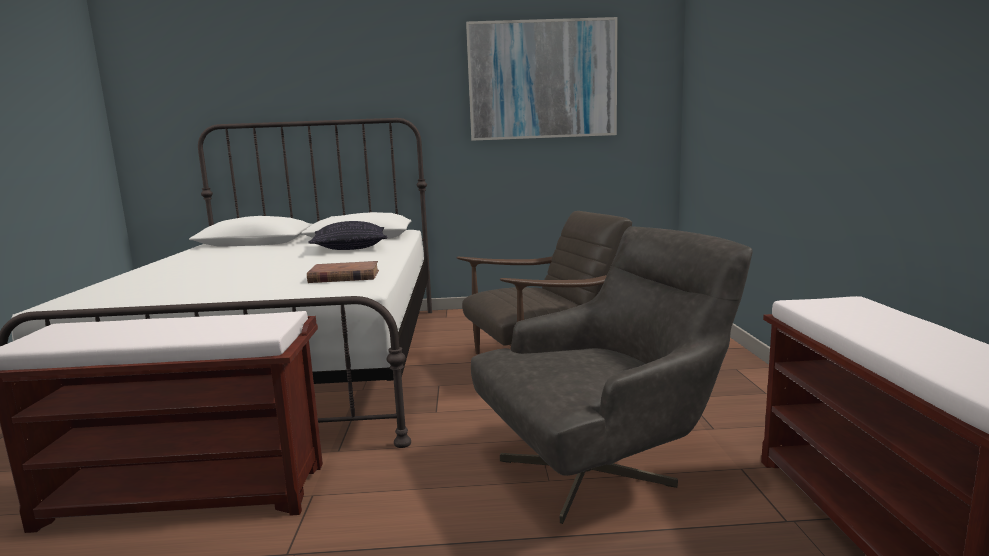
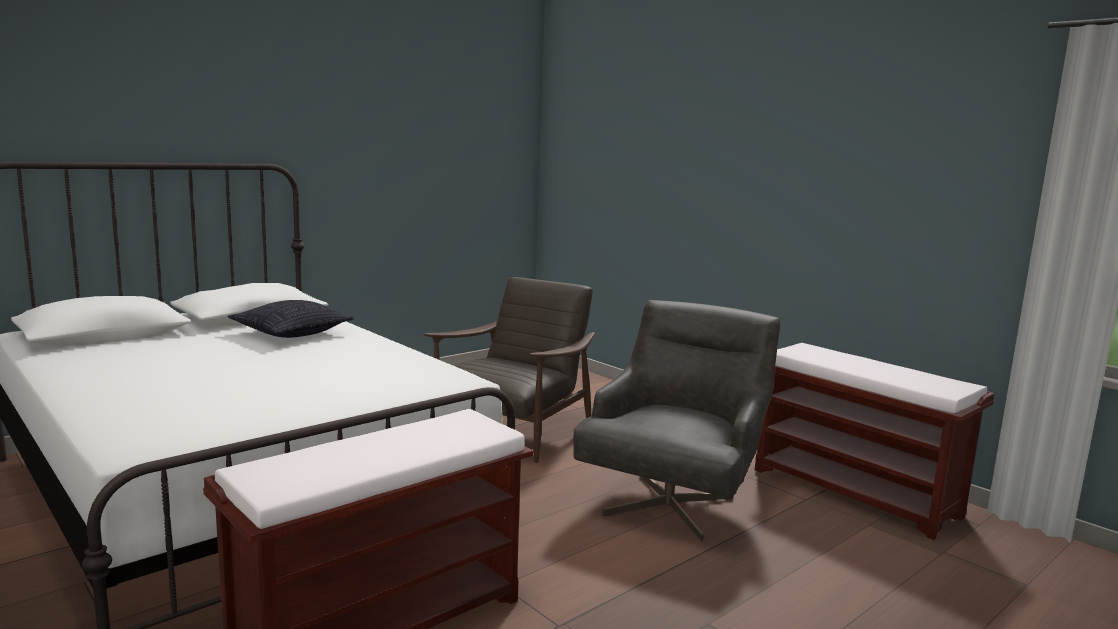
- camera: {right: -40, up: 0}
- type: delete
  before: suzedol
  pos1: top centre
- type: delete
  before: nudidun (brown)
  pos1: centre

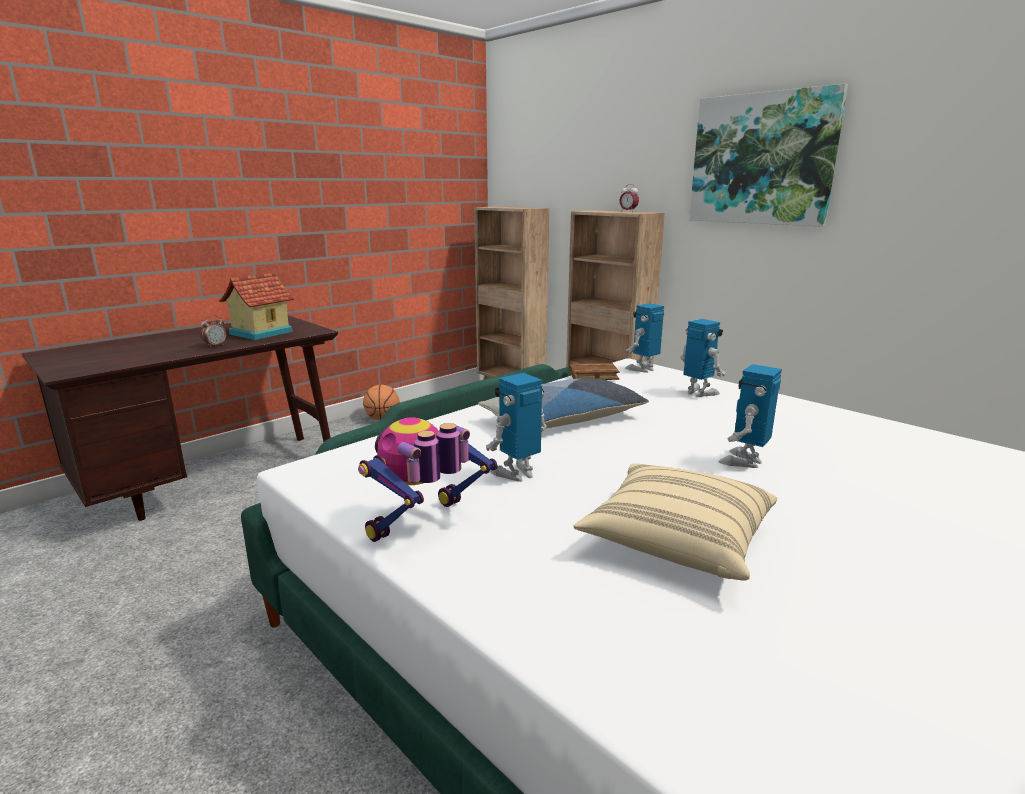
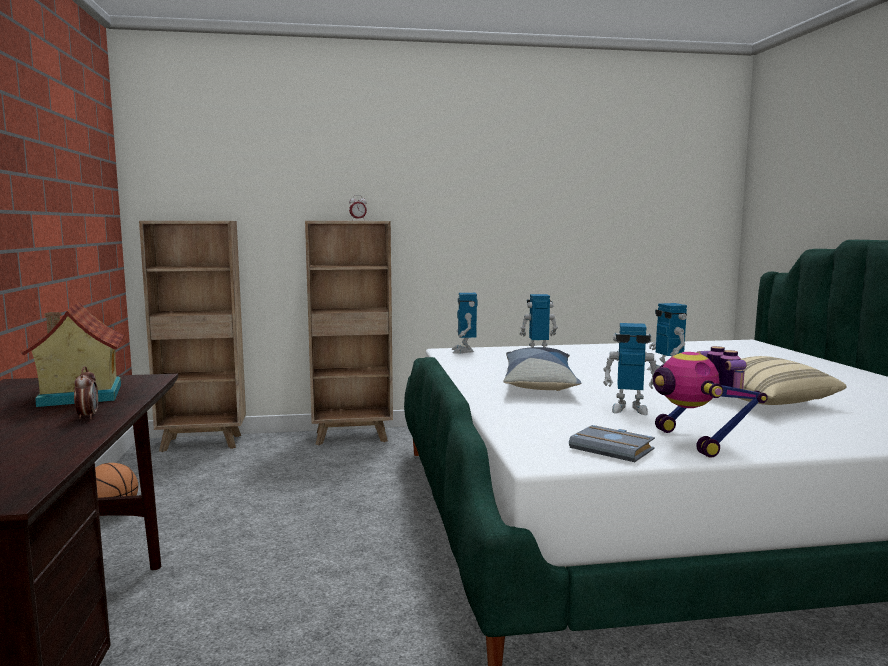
- camera: {right: -55, up: -10}
- type: delete
  before: suzedol
  pos1: top right
- type: delete
  before: nudidun (brown)
  pos1: centre
- type: rotate
  before: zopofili (2nd from left in the first image)
  pos1: centre
  pos2: middle right
  turn: -75
- type: insert
  after: nudidun (grey)
  pos2: middle right

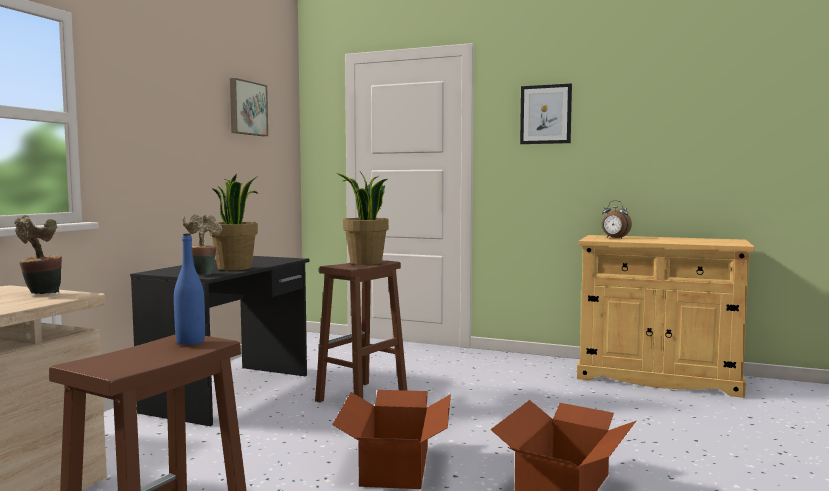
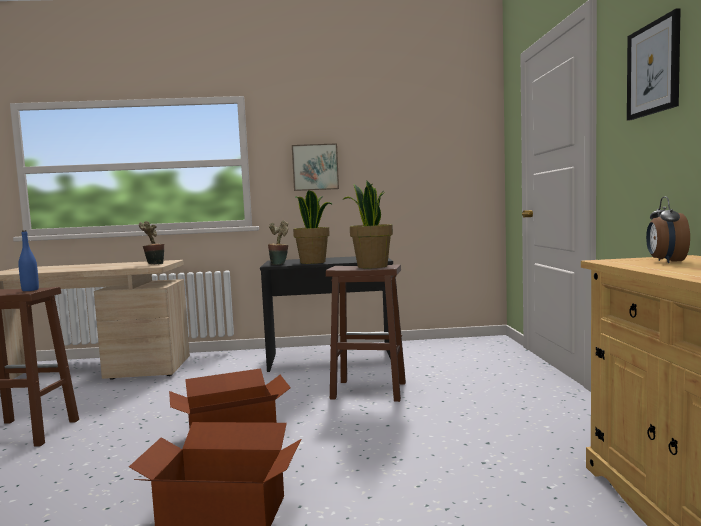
- camera: {right: 65, up: 0}
- type: move
  before: suzedol (1st from left)
  pos1: top left
  pos2: top centre

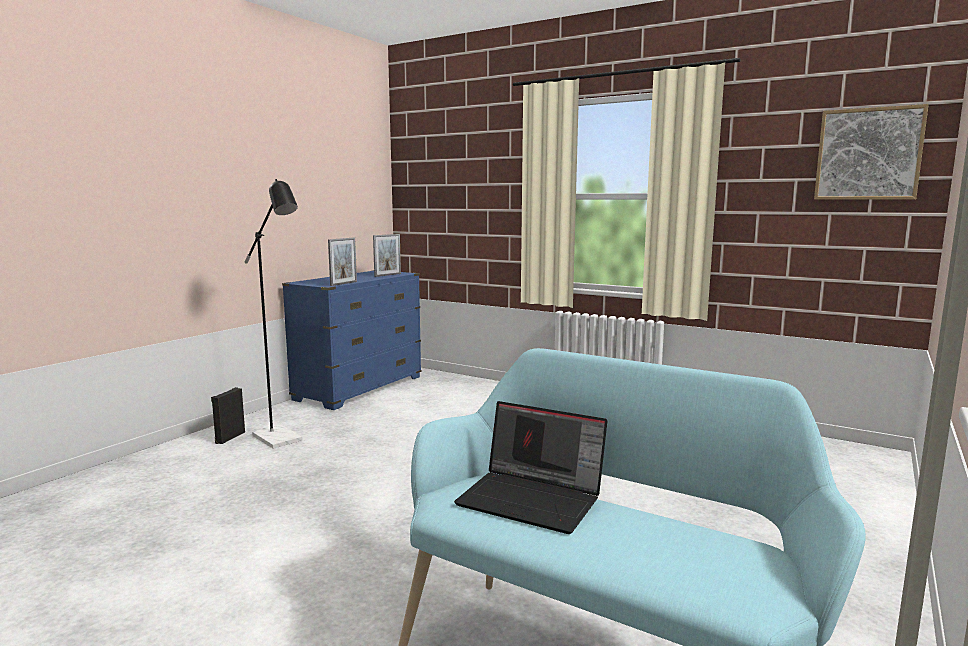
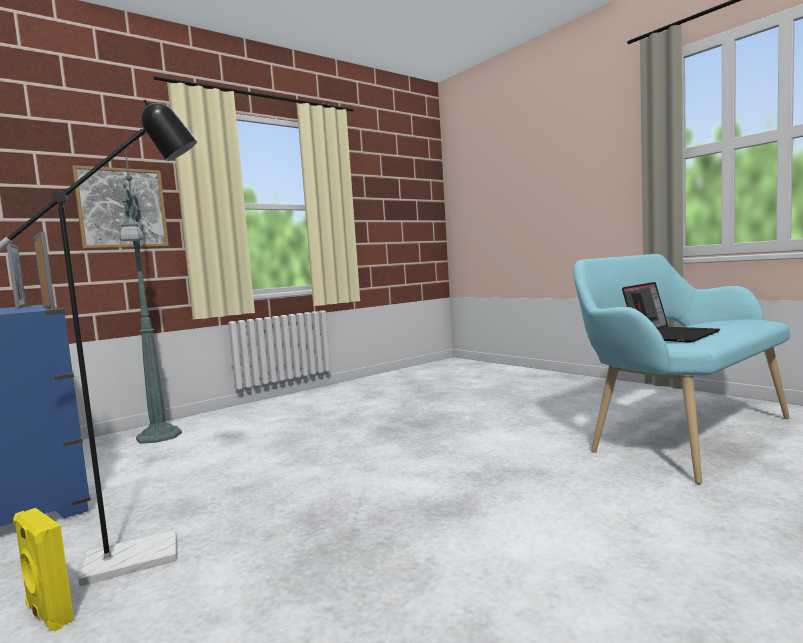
- camera: {right: -70, up: -5}
- type: move
  before: suzedol
  pos1: top right
  pos2: top left
- type: recolor
  before: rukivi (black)
  after: rukivi (yellow)
  pos1: middle left
  pos2: bottom left
- type: insert
  after: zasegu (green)
  pos2: middle left

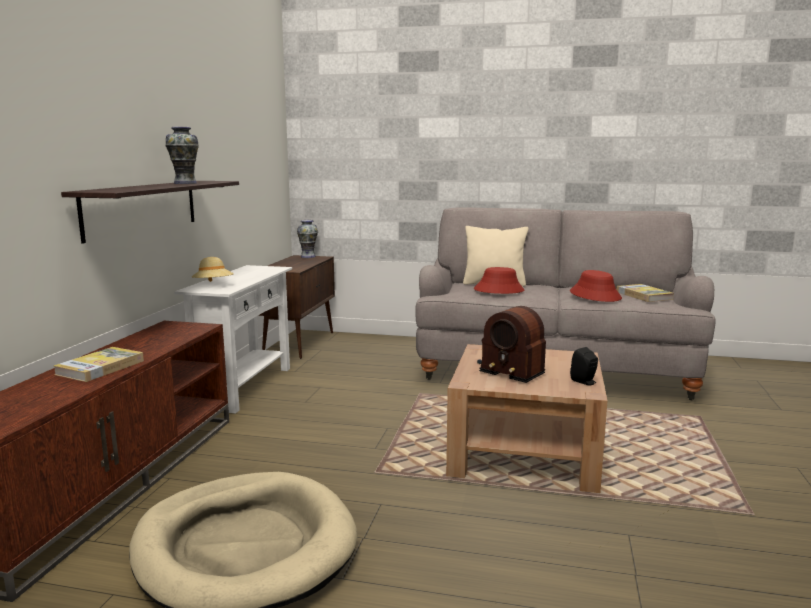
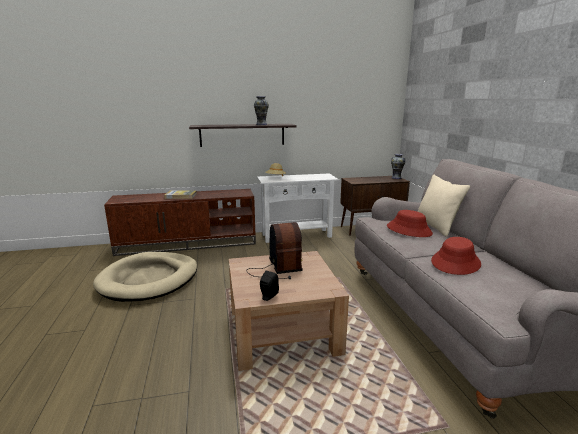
- camera: {right: 65, up: 5}
- type: delete
  before: nudidun (2nd from left)
  pos1: middle right
- type: rotate
  before: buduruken
  pos1: centre
  pos2: centre
  turn: 150

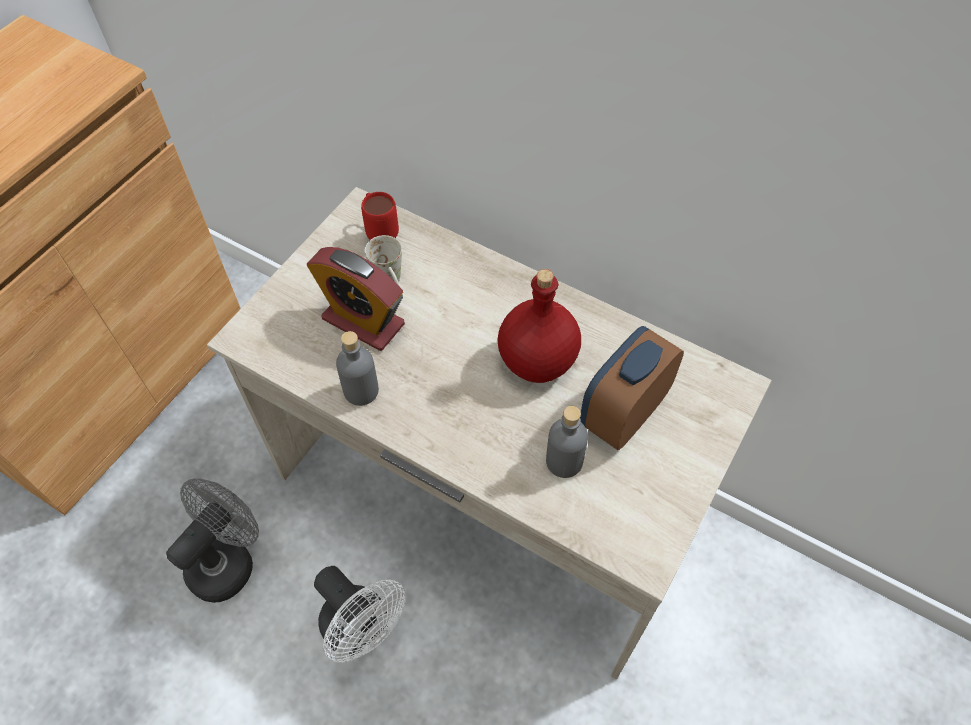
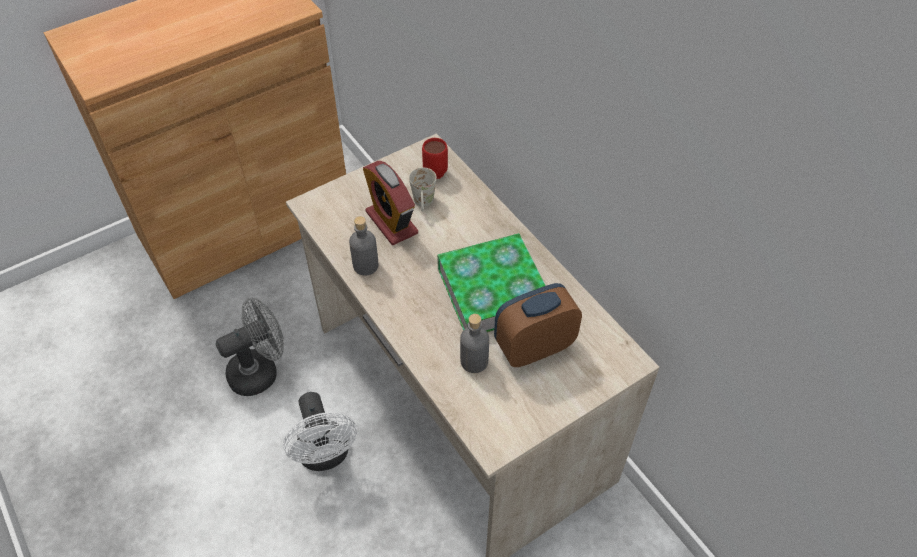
- camera: {right: 25, up: -5}
- type: replace
  before: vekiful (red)
  after: nudidun
  pos1: centre
  pos2: centre

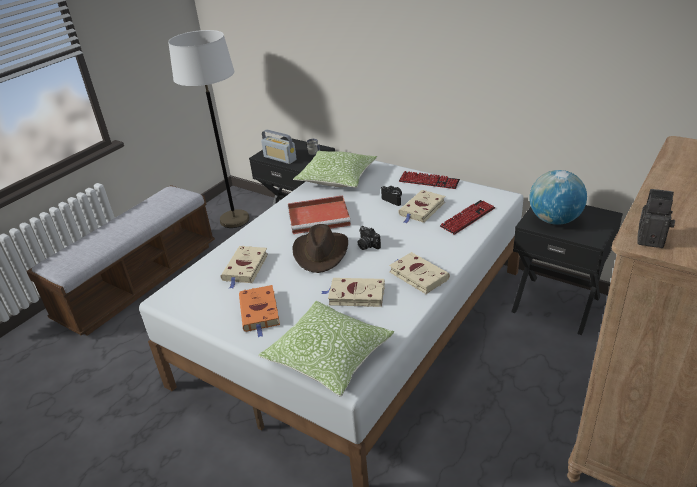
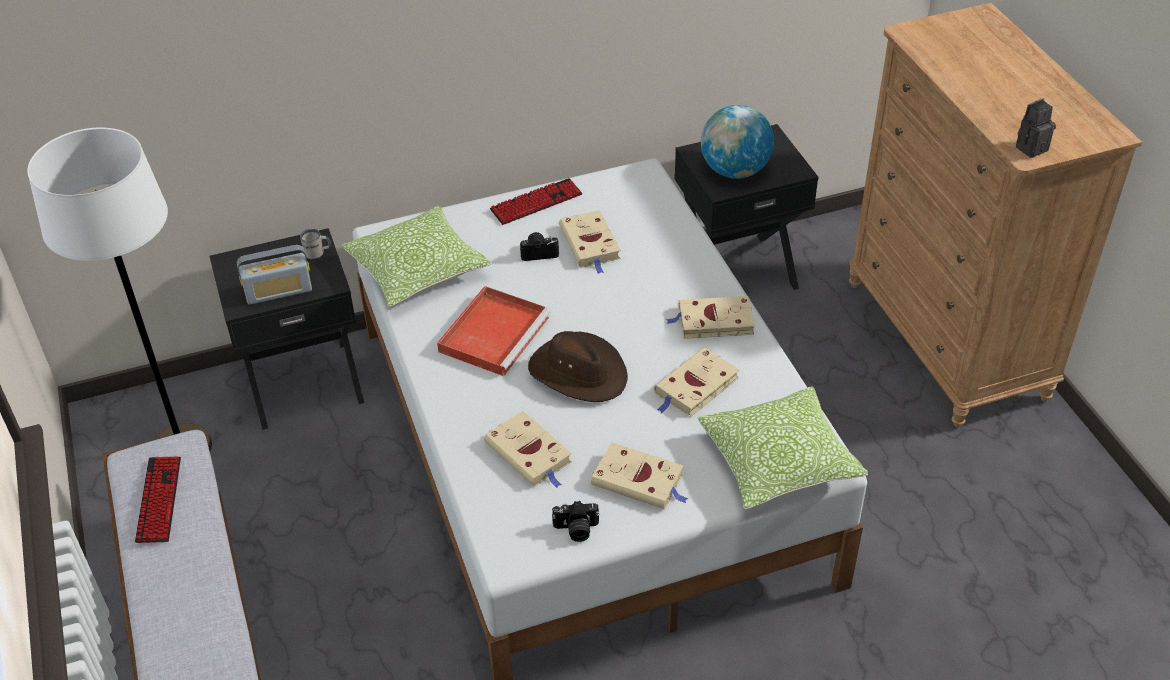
- camera: {right: -55, up: 10}
- type: move
  before: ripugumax (2nd from left in the first image)
  after: ripugumax (1st from left)
  pos1: middle right
  pos2: bottom left
- type: move
  before: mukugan (1st from left in the first image)
  after: mukugan (2nd from left)
  pos1: centre
  pos2: bottom centre
- type: recolor
  before: nudidun (orange)
  after: nudidun (beige) (3rd from left)
  pos1: centre
  pos2: bottom centre

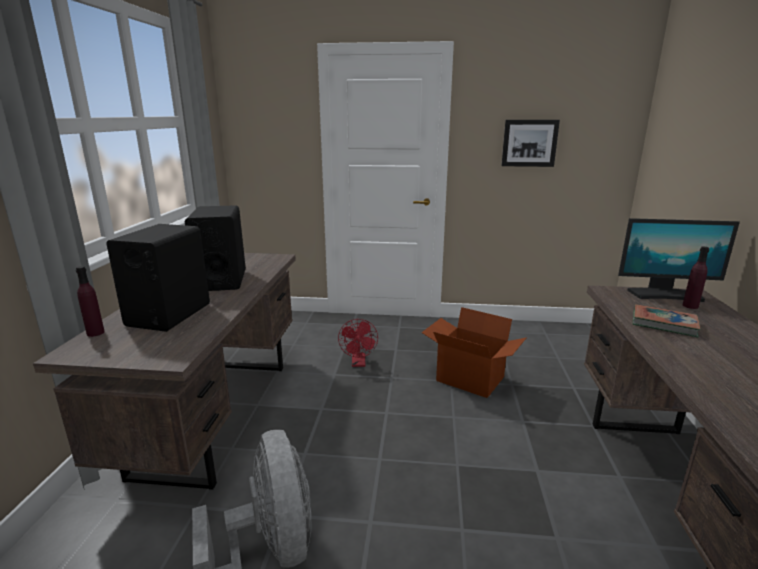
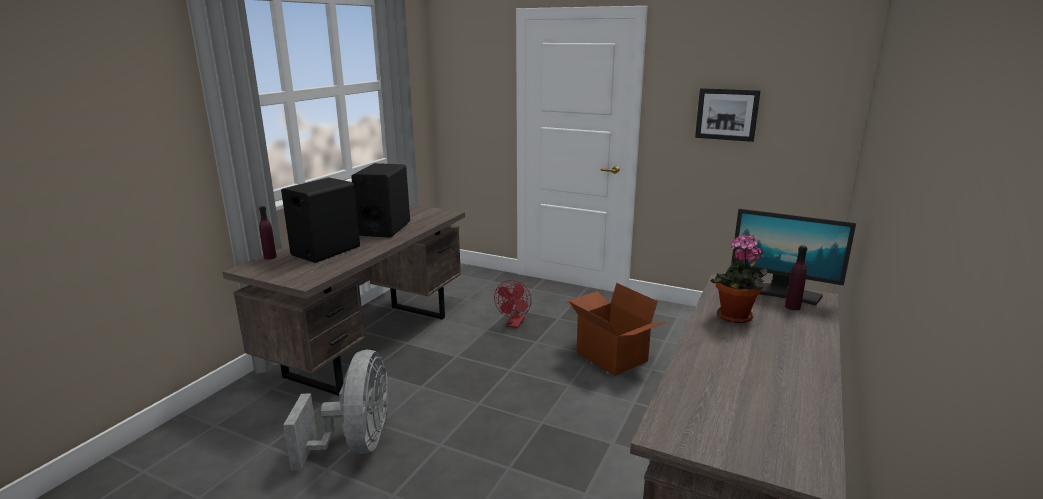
- camera: {right: 20, up: 0}
- type: replace
  before: nudidun
  after: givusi
  pos1: middle right
  pos2: middle right

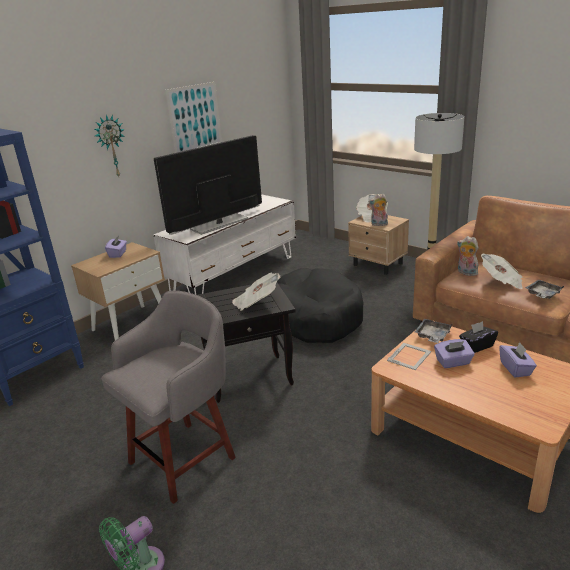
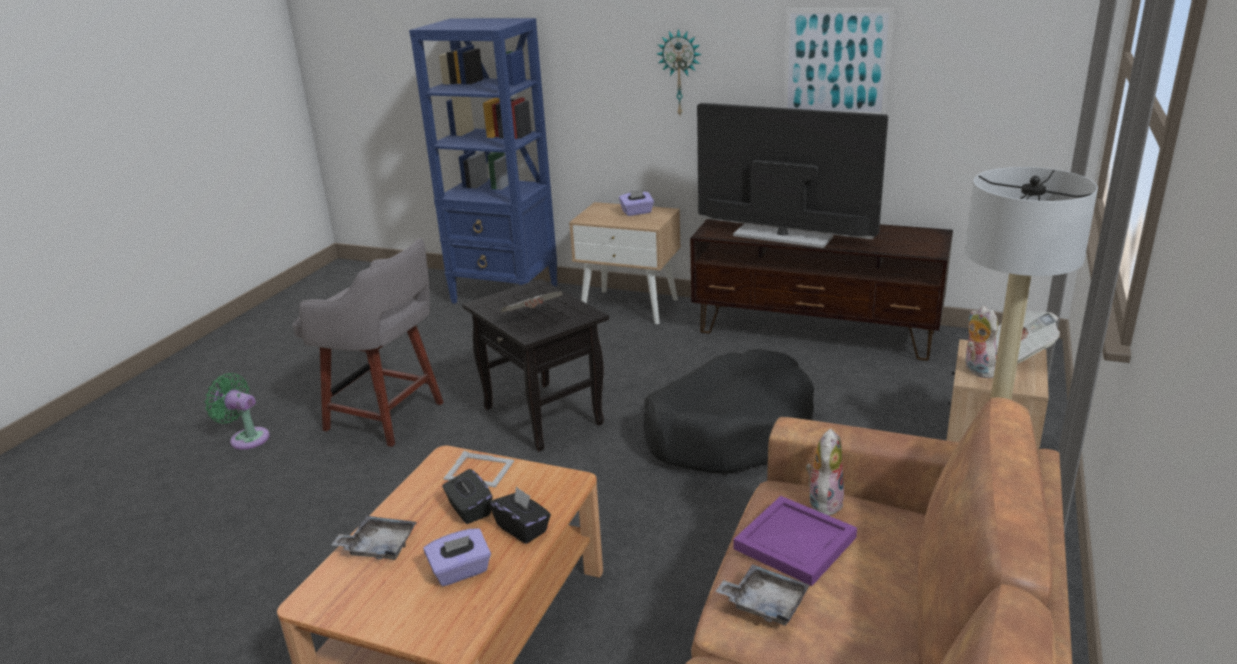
- camera: {right: 70, up: 0}
- type: recolor
  before: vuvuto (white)
  after: vuvuto (brown)
  pos1: centre
  pos2: centre
- type: replace
  before: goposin (3rd from left)
  after: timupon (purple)
  pos1: middle right
  pos2: bottom centre
- type: move
  before: timupon (grey) (1st from left)
  pos1: middle right
  pos2: bottom left
- type: recolor
  before: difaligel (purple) (2nd from left)
  after: difaligel (black) (1st from left)
  pos1: middle right
  pos2: bottom centre

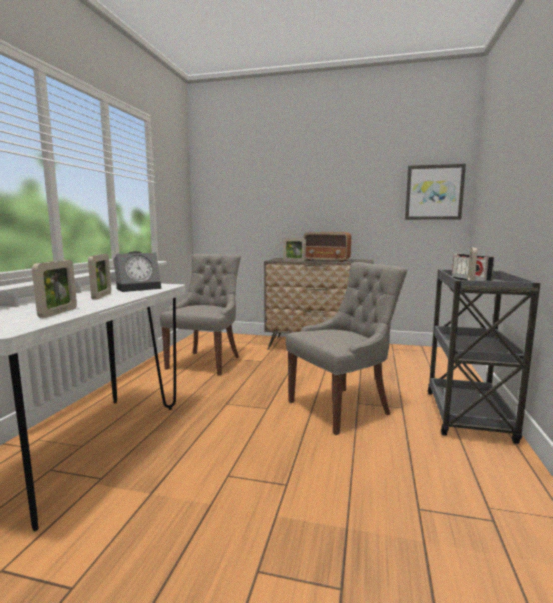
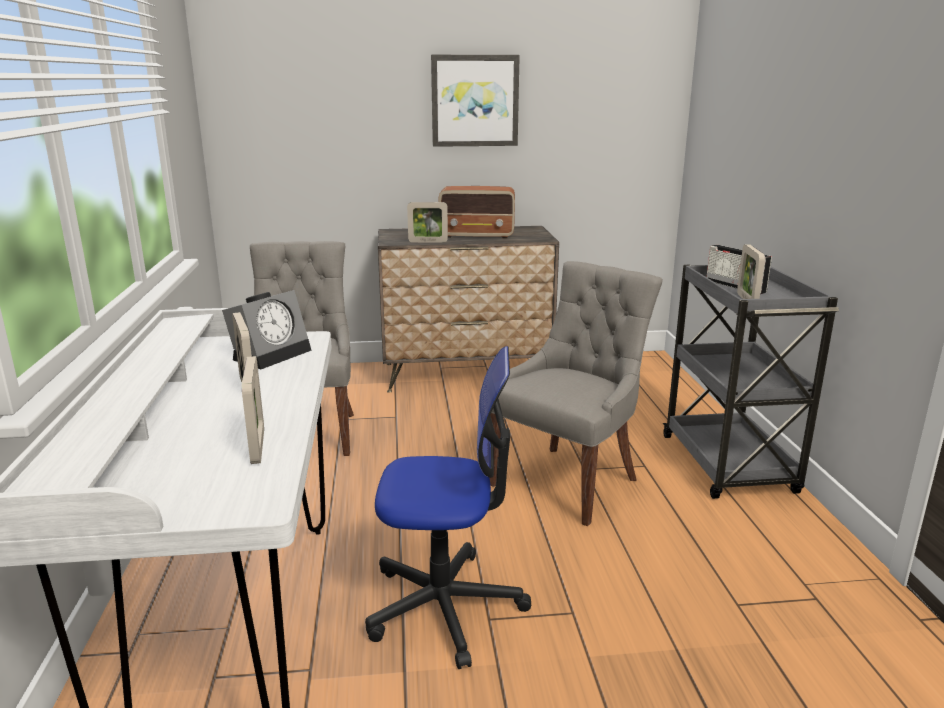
- camera: {right: -20, up: 10}
- type: move
  before: suzedol
  pos1: top right
  pos2: top centre
- type: insert
  after: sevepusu
  pos2: bottom centre

